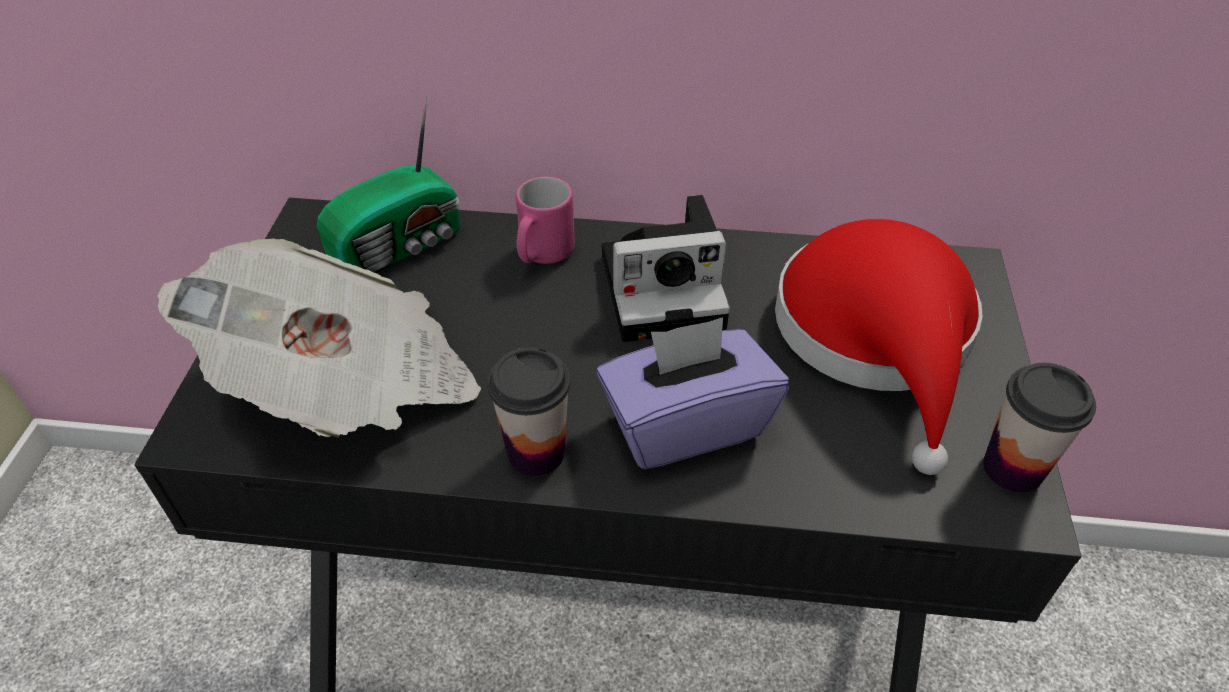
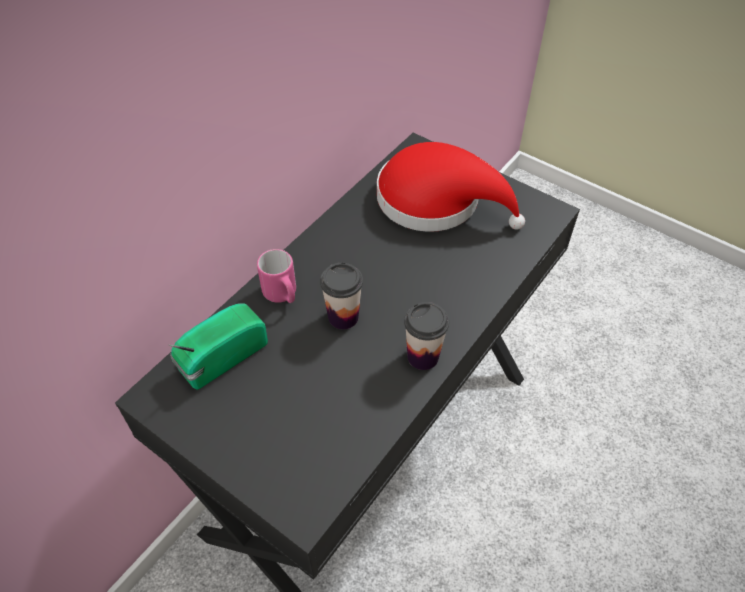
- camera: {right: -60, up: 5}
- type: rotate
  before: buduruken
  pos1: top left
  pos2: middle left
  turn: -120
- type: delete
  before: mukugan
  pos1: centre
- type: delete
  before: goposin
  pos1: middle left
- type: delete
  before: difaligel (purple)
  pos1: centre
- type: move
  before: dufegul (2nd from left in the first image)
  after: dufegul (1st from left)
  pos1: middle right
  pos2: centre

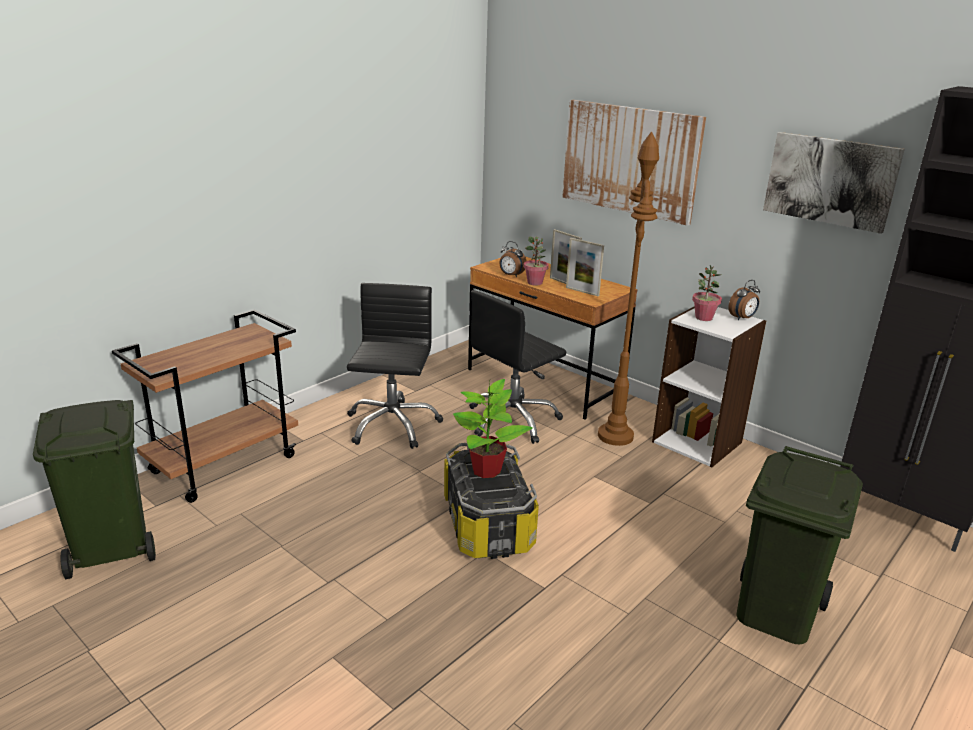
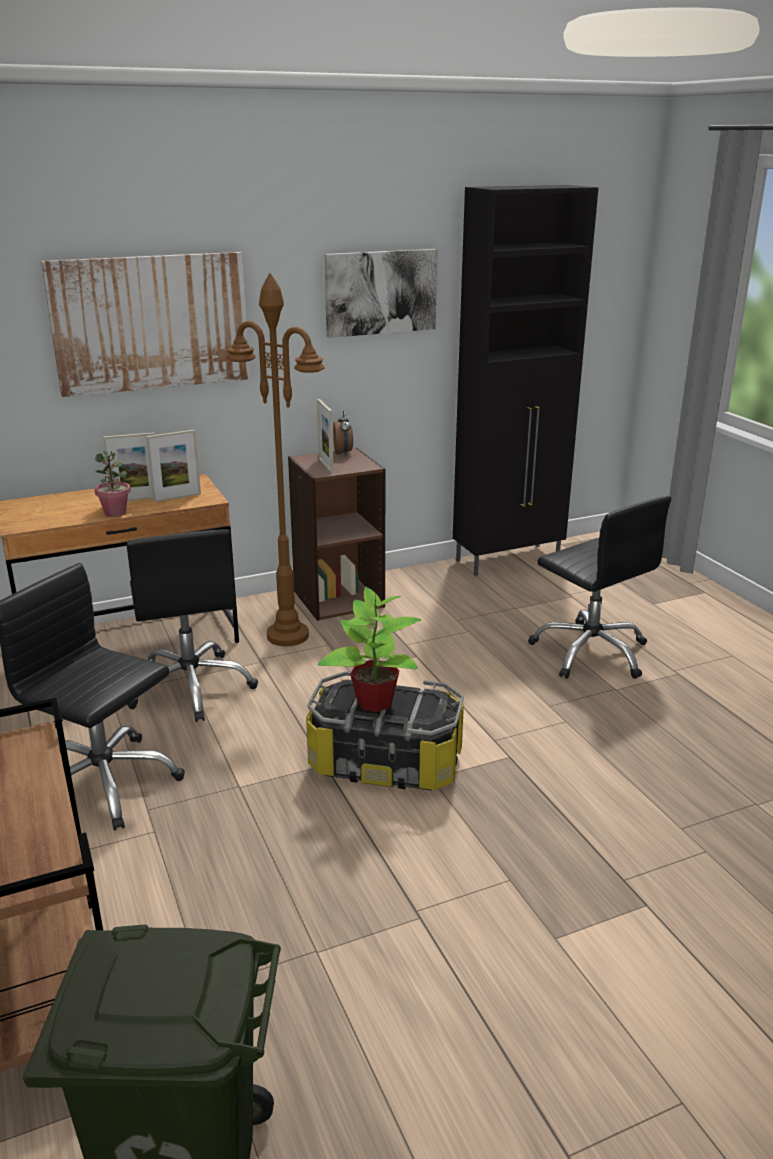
- camera: {right: -65, up: 0}
- type: delete
  before: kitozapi (1st from left)
  pos1: centre
- type: replace
  before: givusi (3rd from left)
  after: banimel (3rd from left)
  pos1: middle right
  pos2: centre
- type: recolor
  before: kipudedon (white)
  after: kipudedon (brown)
  pos1: middle right
  pos2: centre
- type: replace
  before: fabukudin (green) (2nd from left)
  after: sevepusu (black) (3rd from left)
  pos1: bottom right
  pos2: middle right

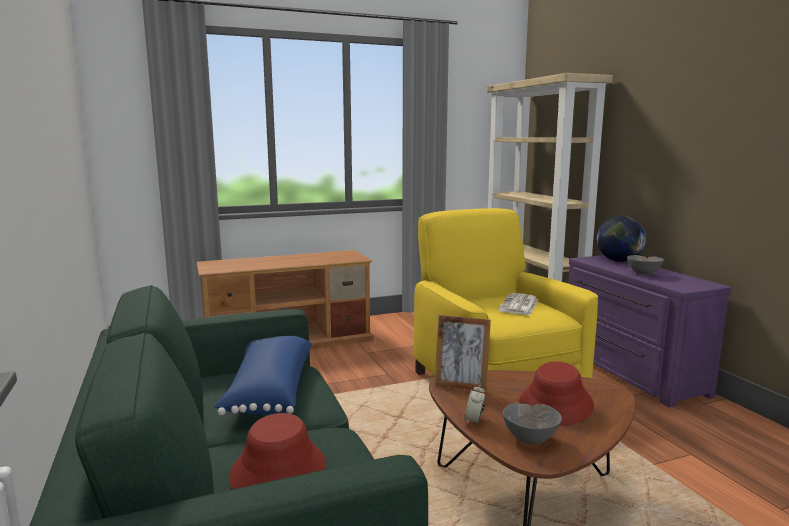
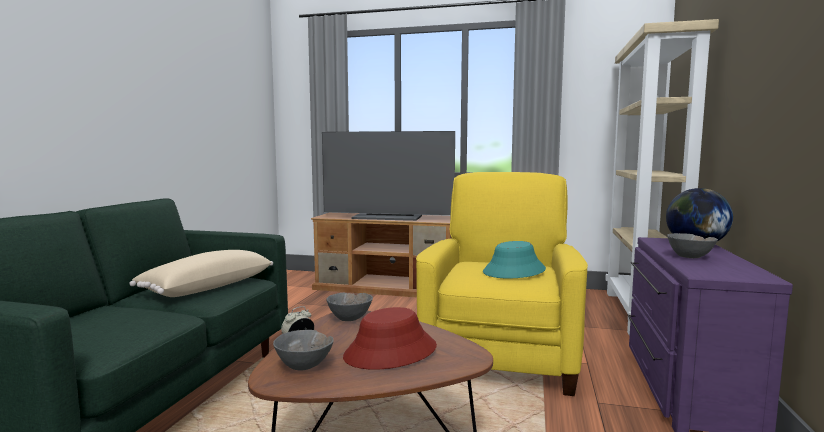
- camera: {right: 35, up: -5}
- type: replace
  before: goposin
  after: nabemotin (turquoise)
  pos1: centre
  pos2: centre
- type: replace
  before: banimel
  after: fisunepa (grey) (2nd from left)
  pos1: bottom centre
  pos2: bottom centre
- type: recolor
  before: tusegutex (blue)
  after: tusegutex (beige)
  pos1: bottom centre
  pos2: middle left
- type: delete
  before: nabemotin (red) (1st from left)
  pos1: bottom centre
- type: insert
  after: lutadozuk
  pos2: centre

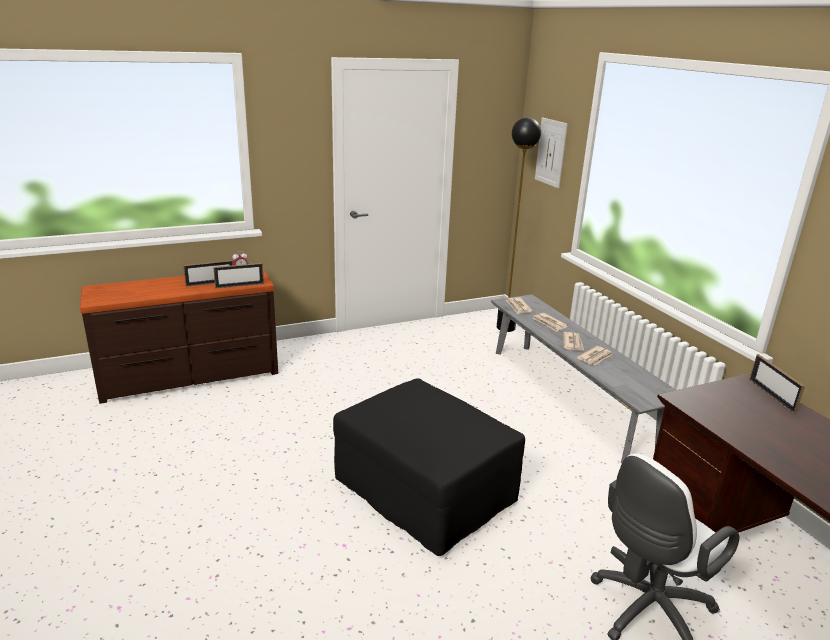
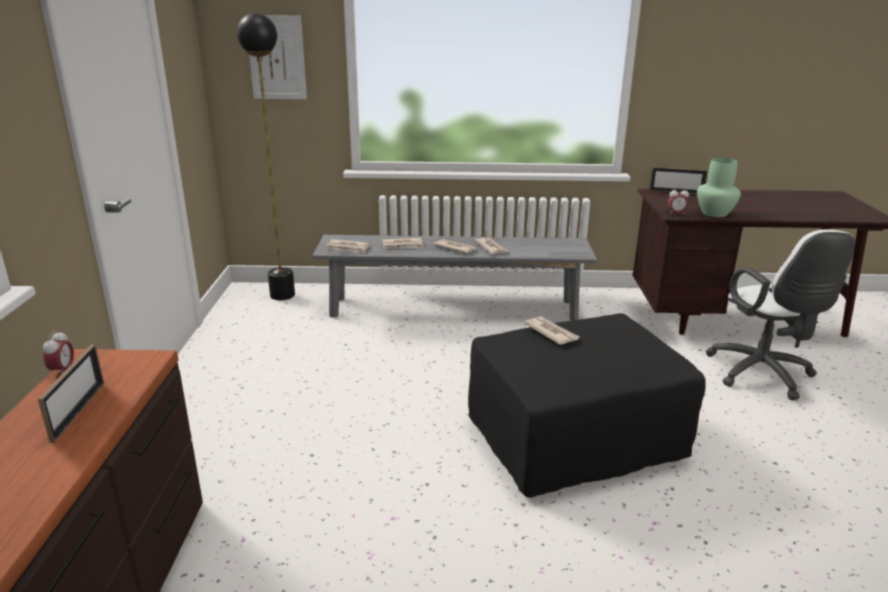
- camera: {right: -65, up: 0}
- type: delete
  before: banimel (2nd from left)
  pos1: middle left
- type: insert
  after: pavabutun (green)
  pos2: top right
- type: insert
  after: kitozapi (2nd from left)
  pos2: middle right
- type: insert
  after: goposin (5th from left)
  pos2: centre

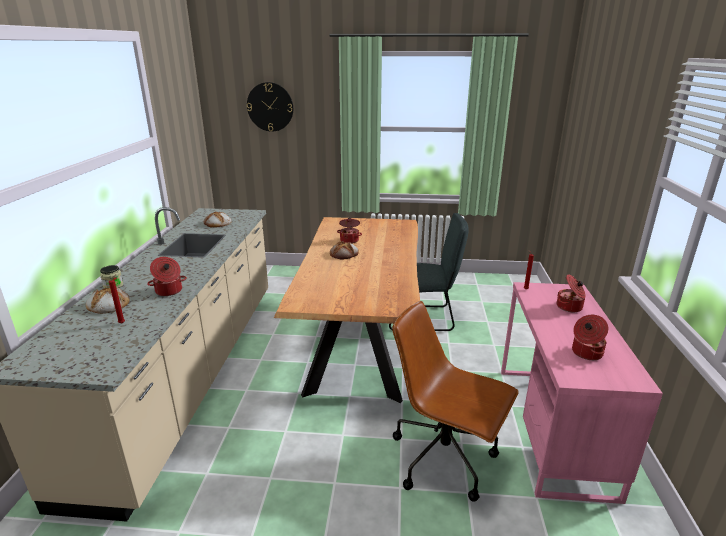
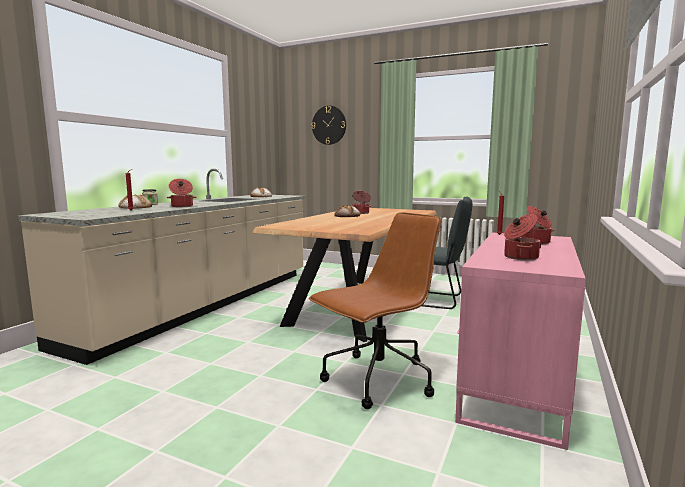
- camera: {right: 20, up: -15}
- type: rotate
  before: sevepusu (brown)
  pos1: bottom centre
  pos2: centre
  turn: 90

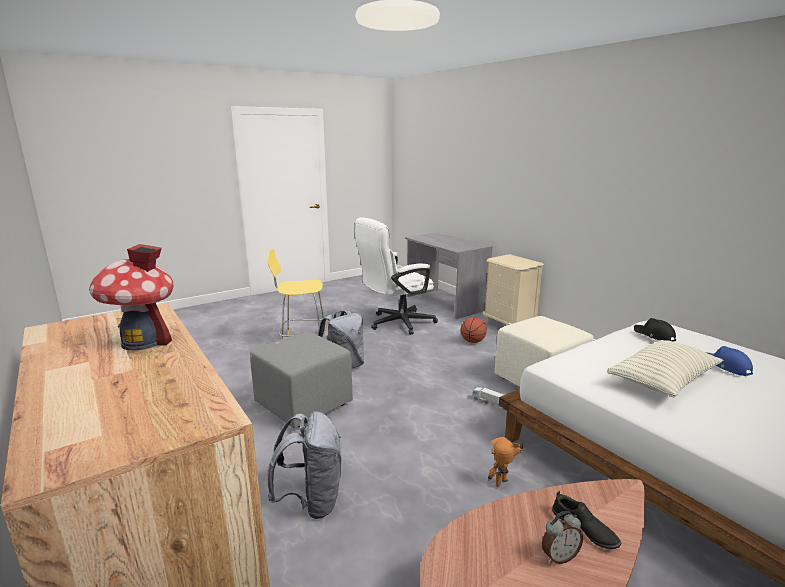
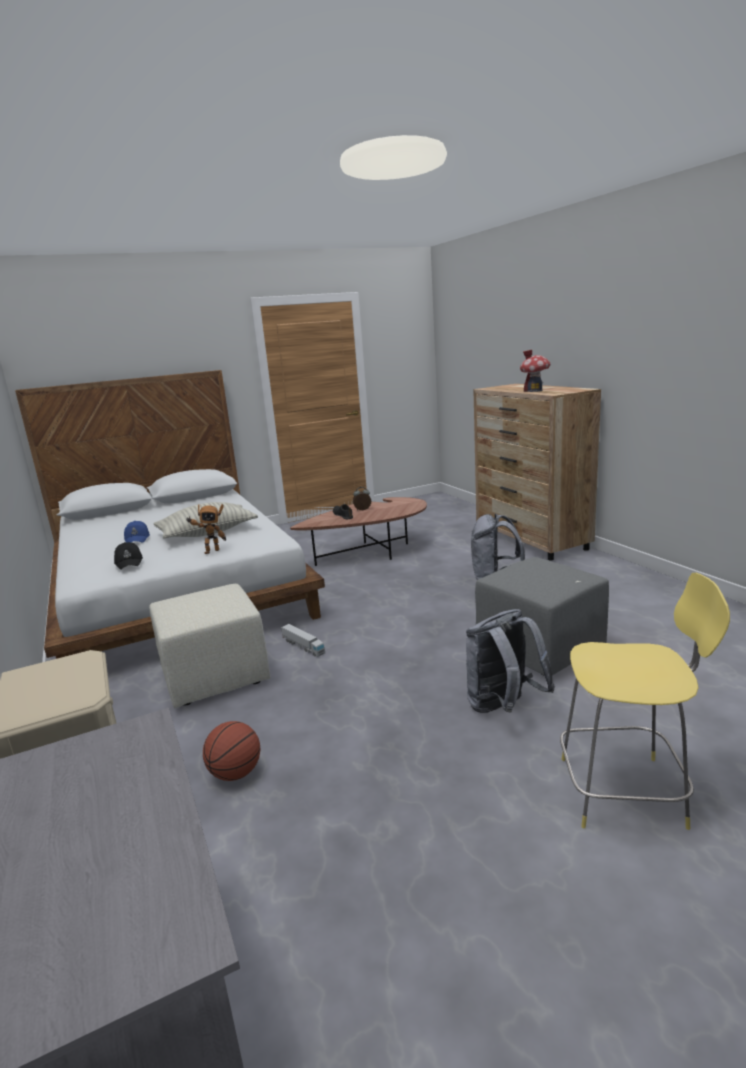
- camera: {right: -170, up: 0}
- type: delete
  before: sevepusu (white)
  pos1: centre
- type: move
  before: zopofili
  pos1: bottom centre
  pos2: middle left

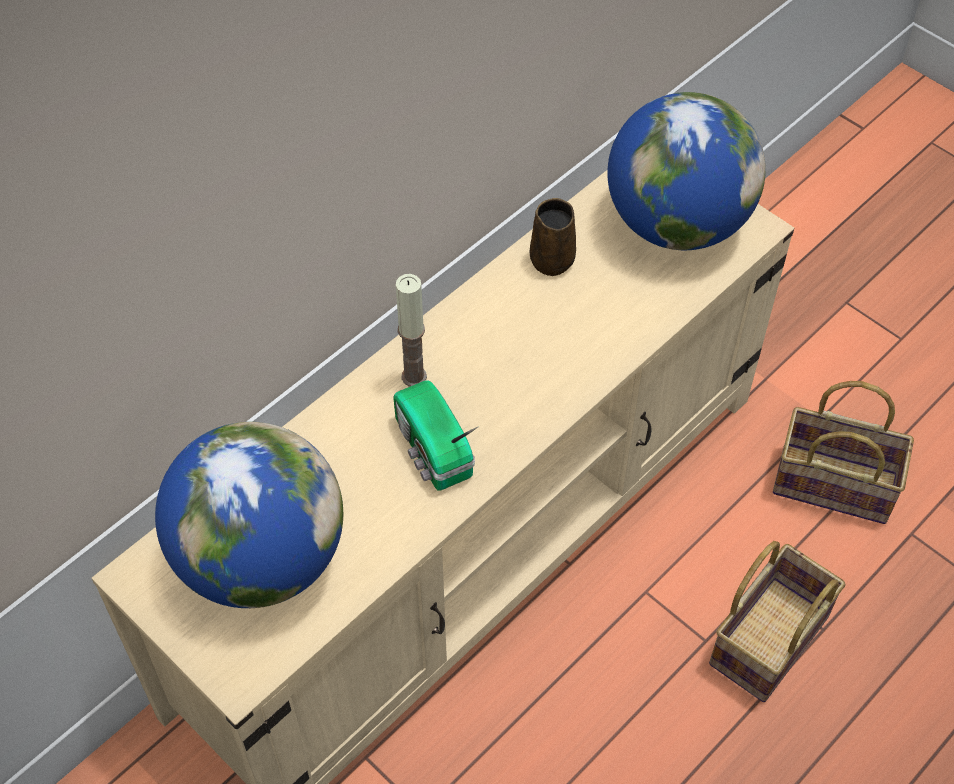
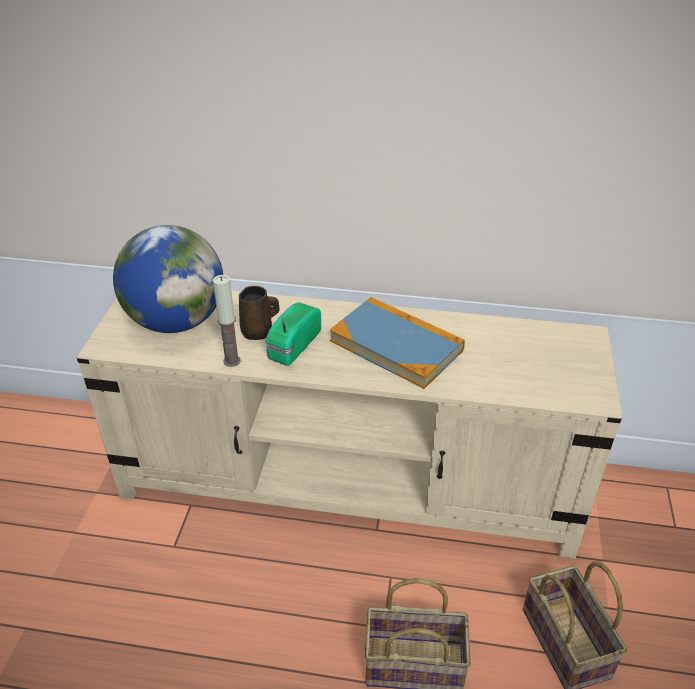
- camera: {right: 55, up: -15}
- type: delete
  before: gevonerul (2nd from left)
  pos1: top right
- type: move
  before: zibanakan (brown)
  pos1: top centre
  pos2: centre
- type: move
  before: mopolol
  pos1: centre
  pos2: middle left
- type: insert
  after: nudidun
  pos2: centre

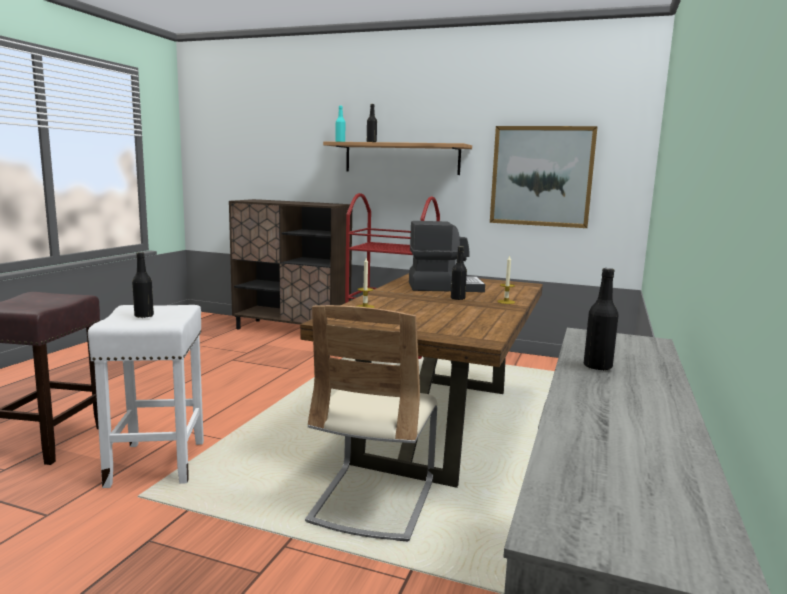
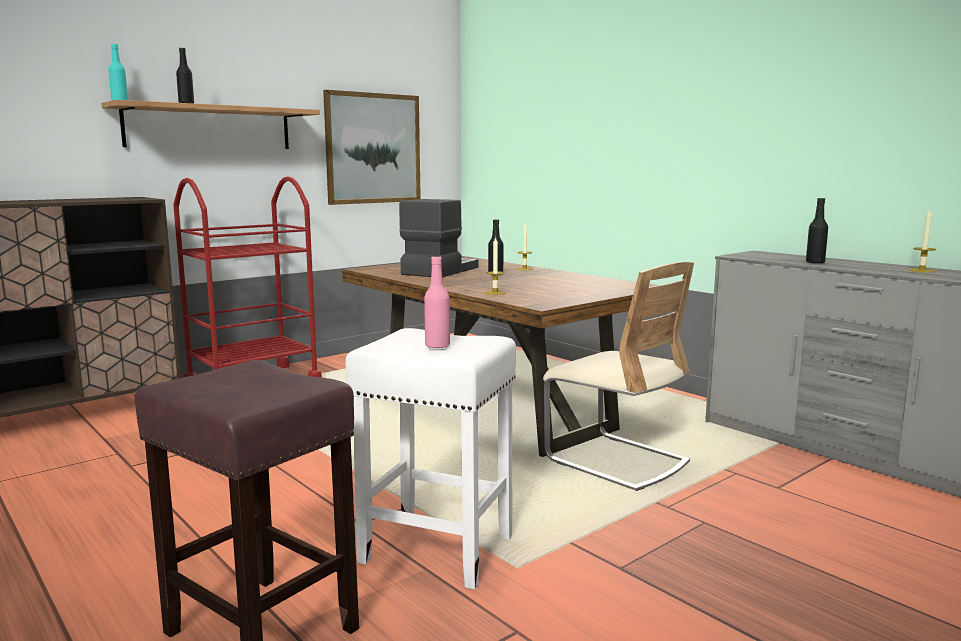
- camera: {right: -60, up: 0}
- type: recolor
  before: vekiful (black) (1st from left)
  after: vekiful (pink)
  pos1: middle left
  pos2: centre
- type: insert
  after: mopolol (3rd from left)
  pos2: middle right

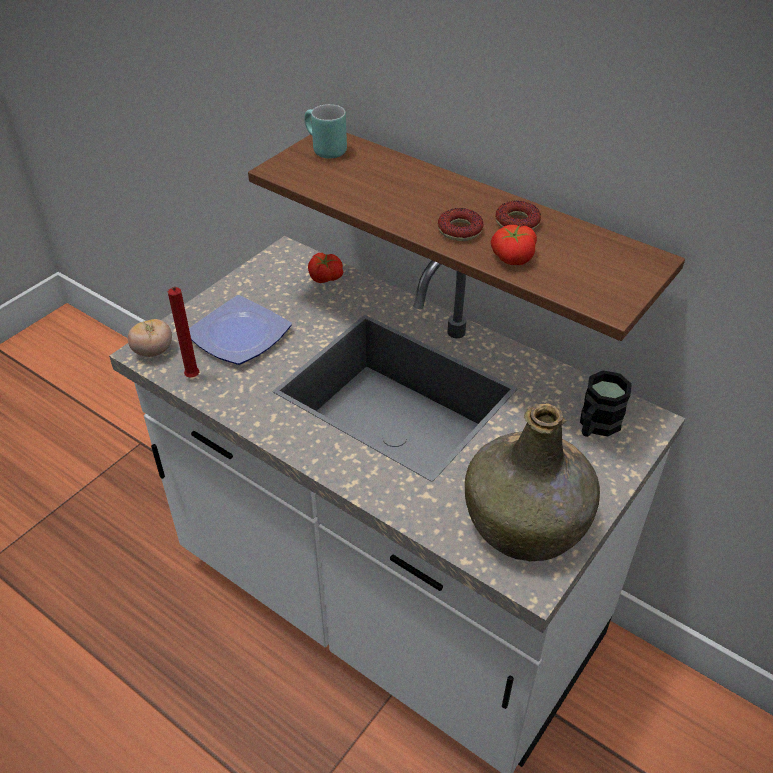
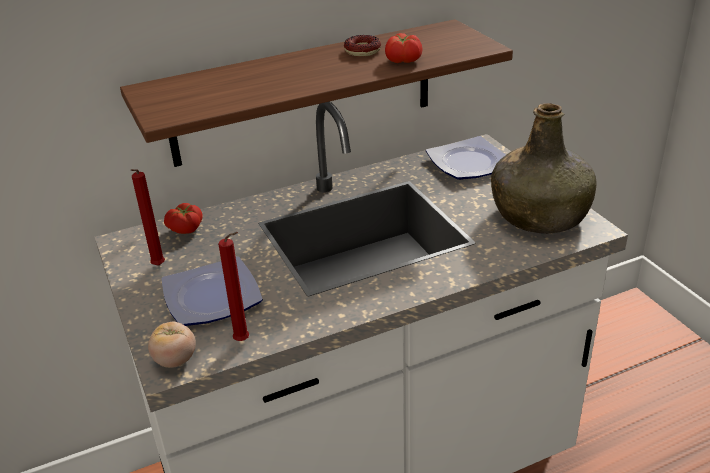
- camera: {right: -60, up: -10}
- type: delete
  before: zibanakan (turquoise)
  pos1: top centre
- type: delete
  before: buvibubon (1st from left)
  pos1: top centre
- type: replace
  before: zibanakan (black)
  after: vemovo (2nd from left)
  pos1: middle right
  pos2: centre
- type: insert
  after: mopolol (red) (1st from left)
  pos2: middle left

